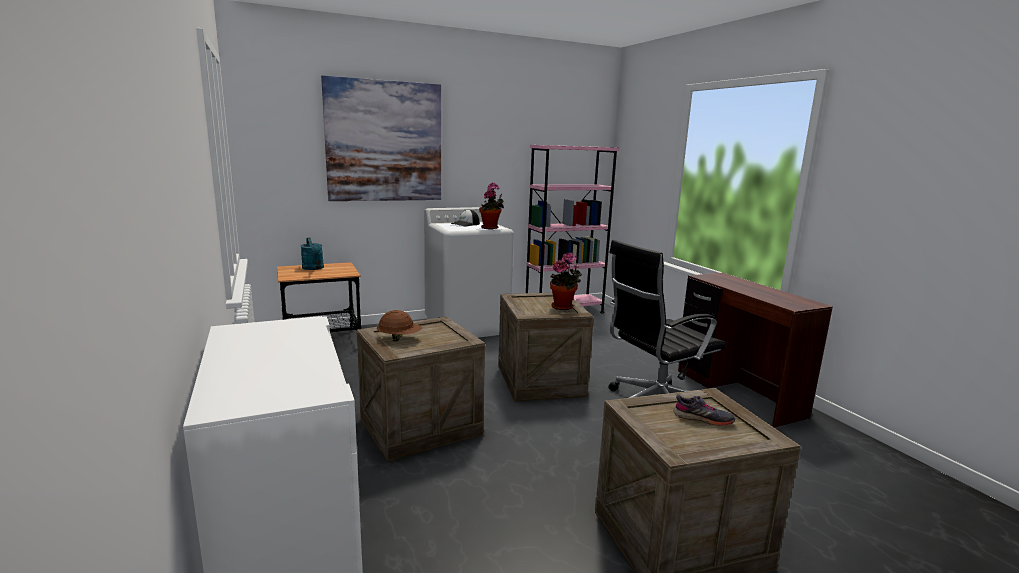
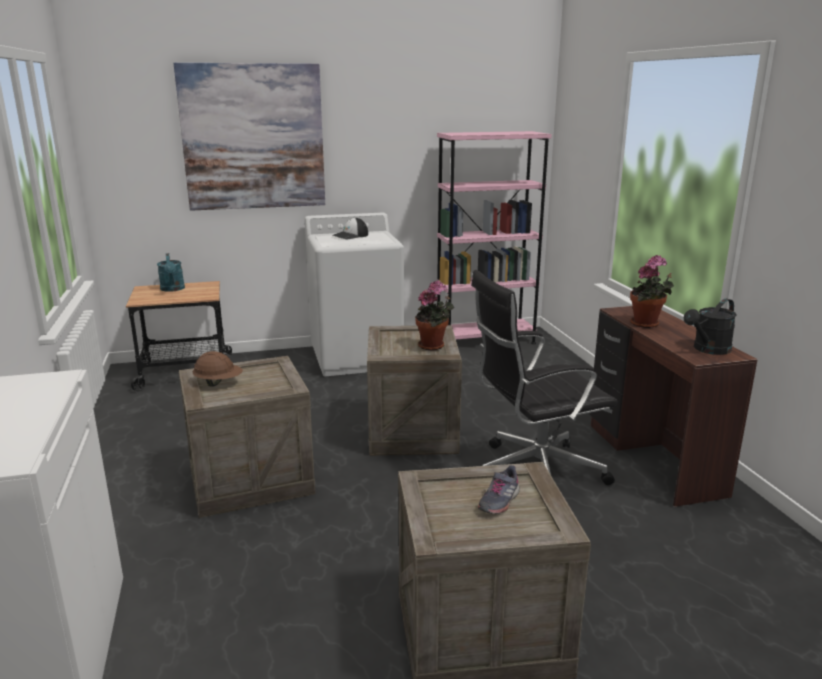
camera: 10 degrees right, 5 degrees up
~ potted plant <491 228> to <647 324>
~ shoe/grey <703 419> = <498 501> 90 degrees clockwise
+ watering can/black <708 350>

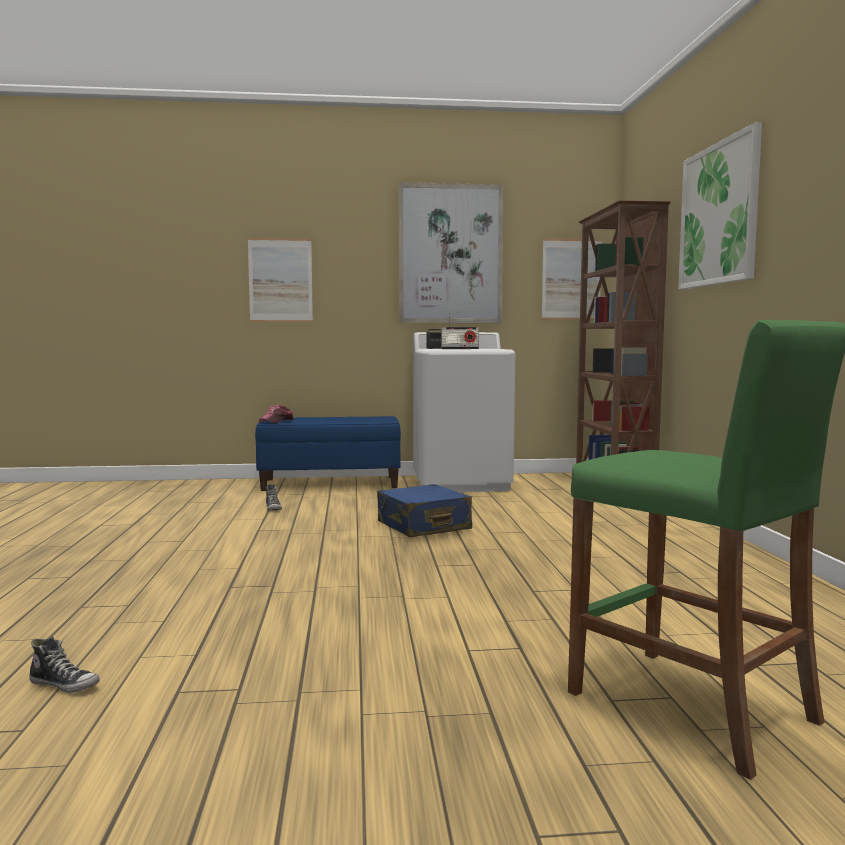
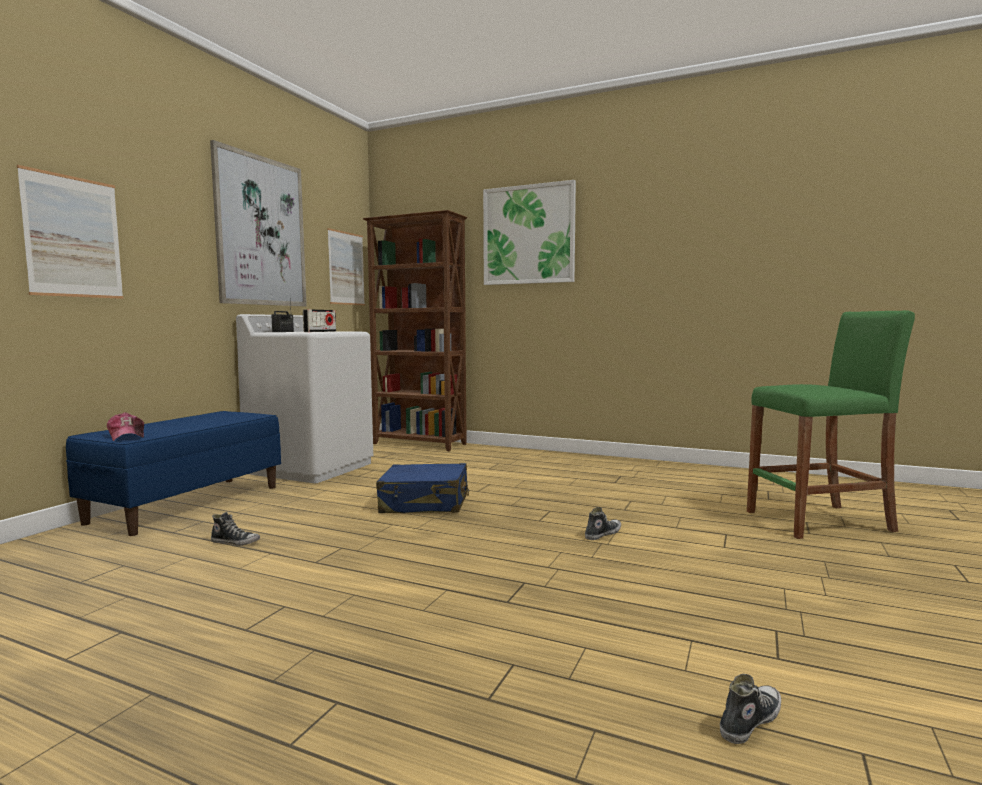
camera: 60 degrees left, 0 degrees up
+ shoe <602 534>

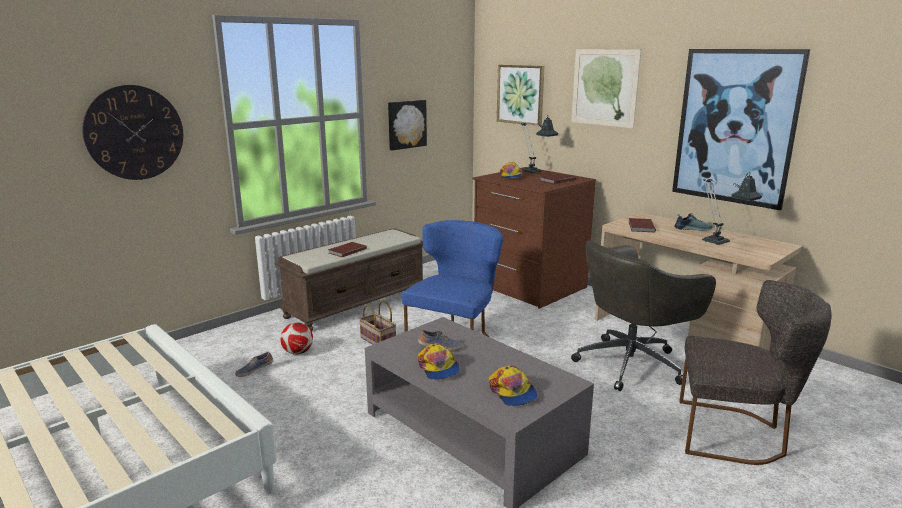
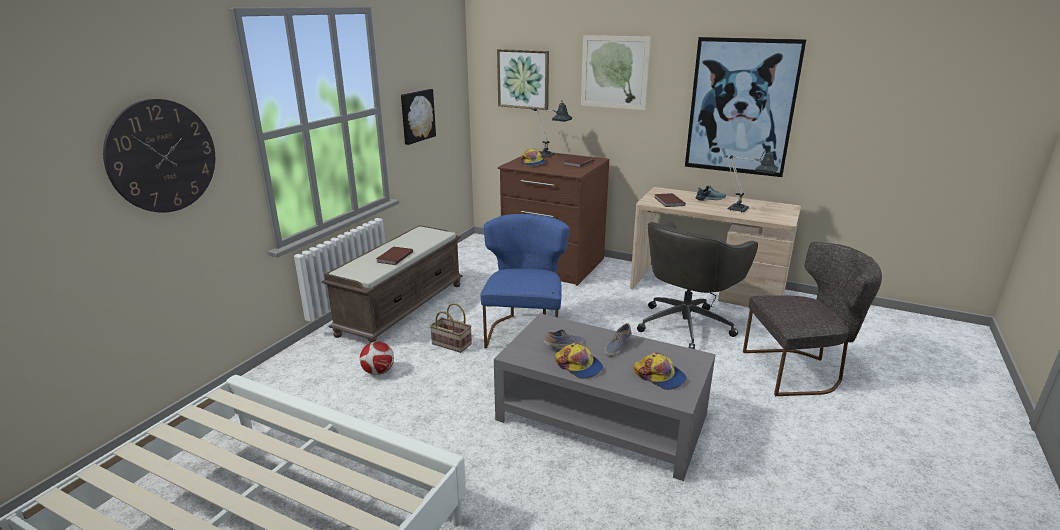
camera: 20 degrees left, 5 degrees up
~ shoe <254 370> to <617 347>

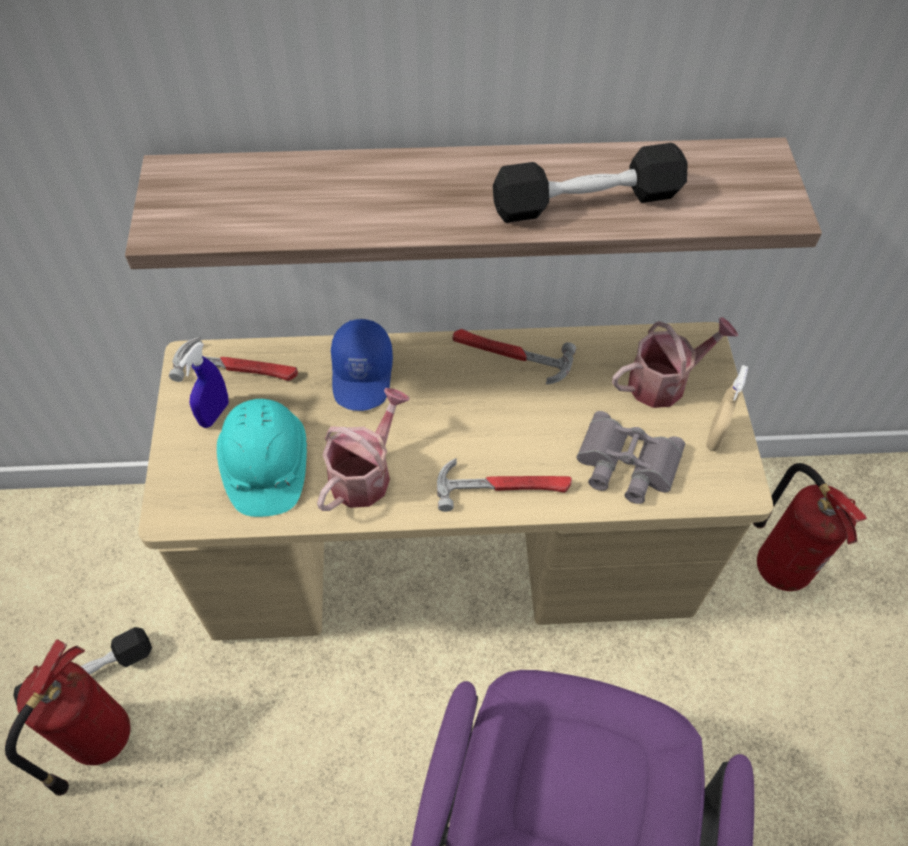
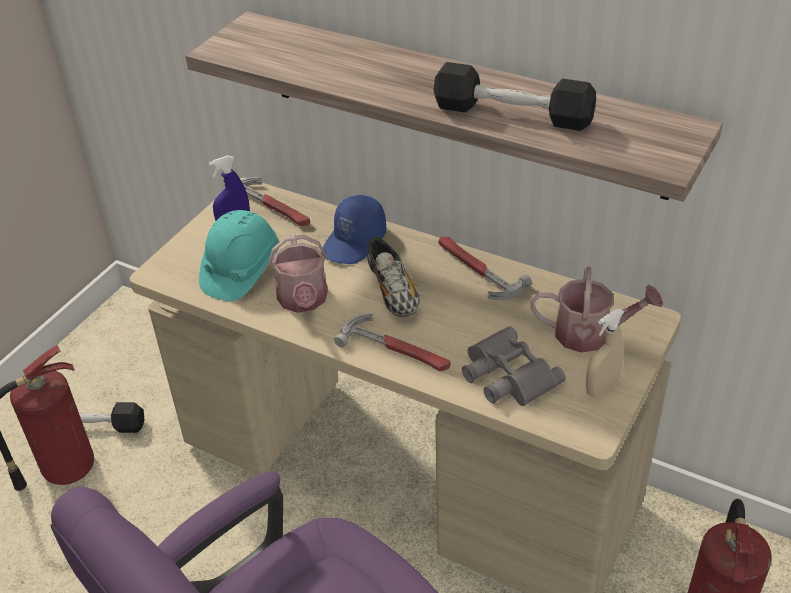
camera: 35 degrees right, 15 degrees down
~ watering can <365 473> = <303 301> 105 degrees clockwise
+ shoe <393 292>

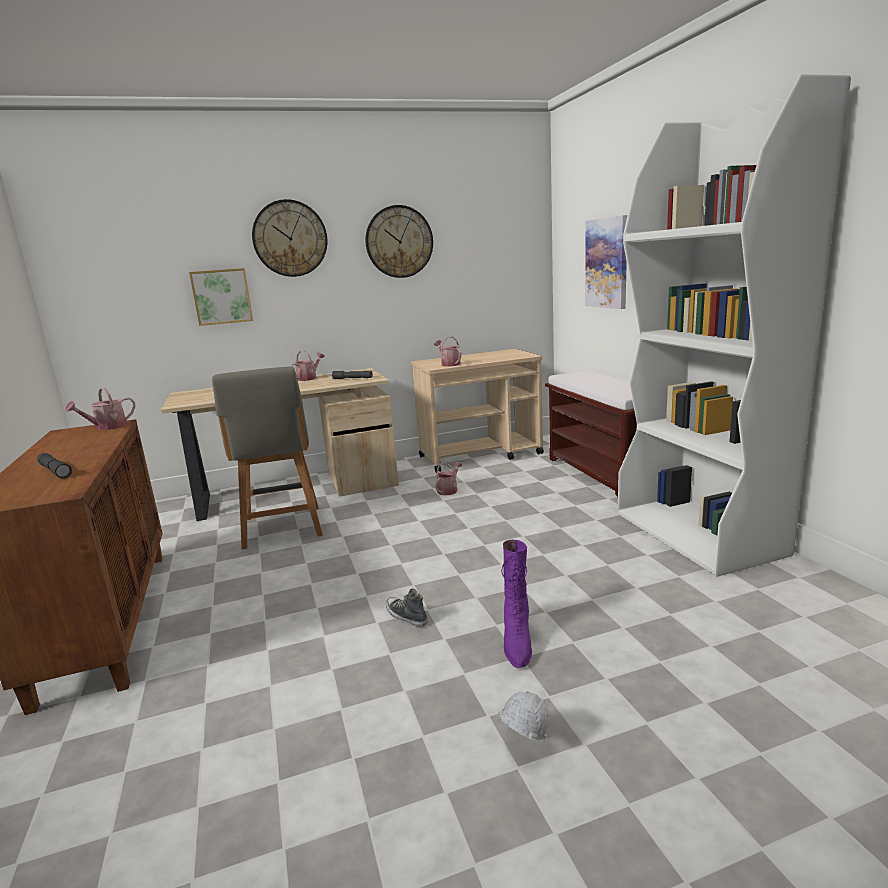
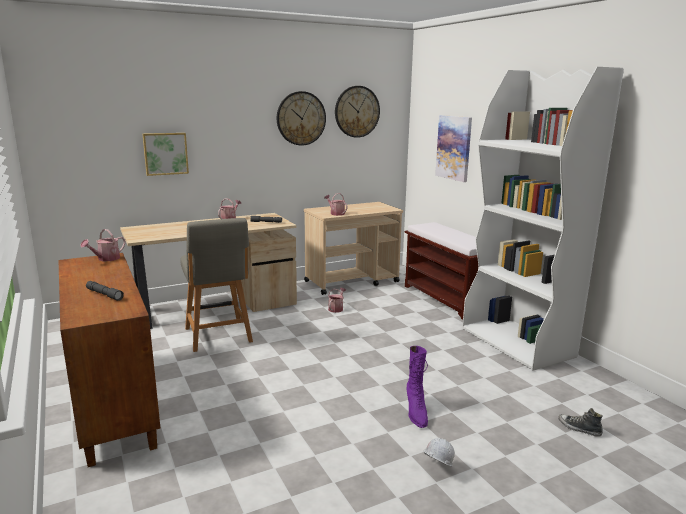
camera: 10 degrees left, 0 degrees up
~ wall clock <290 238> to <357 111>
~ shoe <406 616> to <579 428>

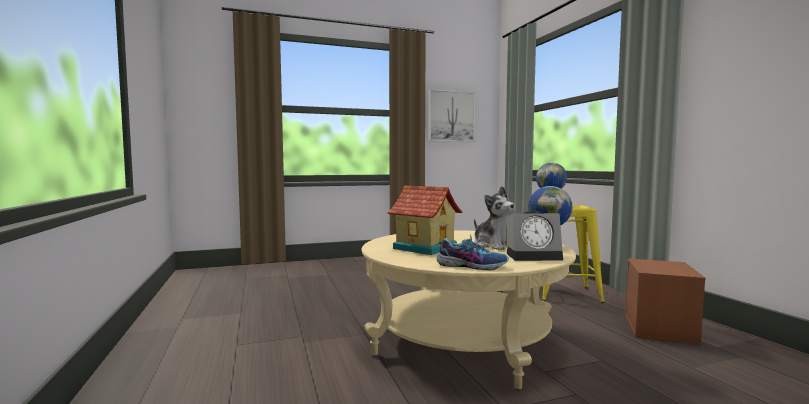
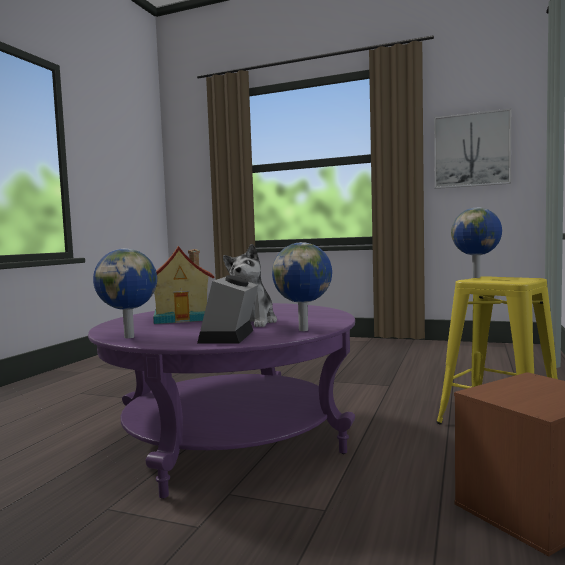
camera: 40 degrees right, 0 degrees up
~ coffee table/beige <463 341> to coffee table/purple <231 439>
~ shoe <472 266> to globe <130 337>
~ alarm clock <534 256> = <230 337> 60 degrees clockwise

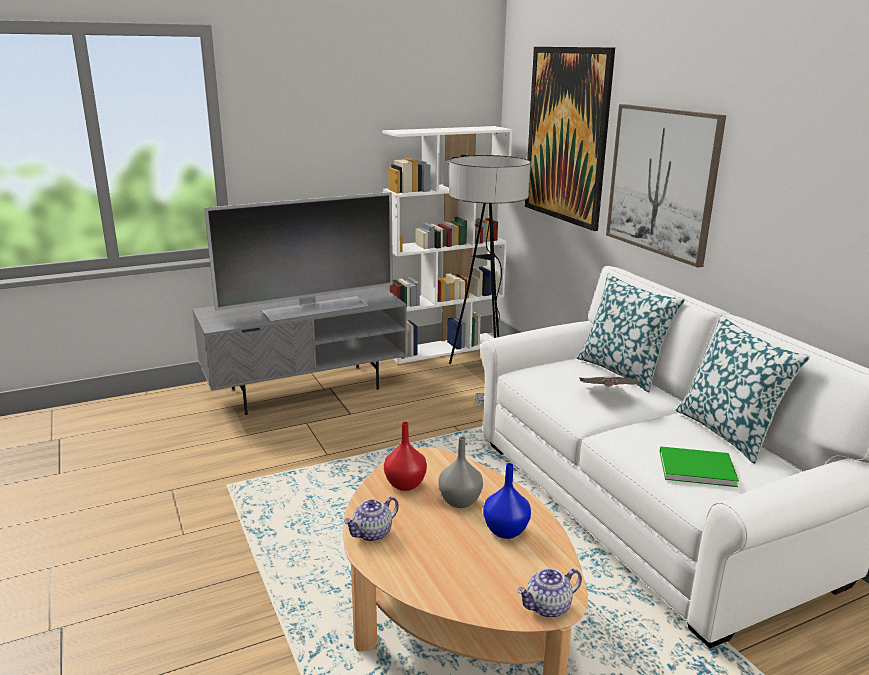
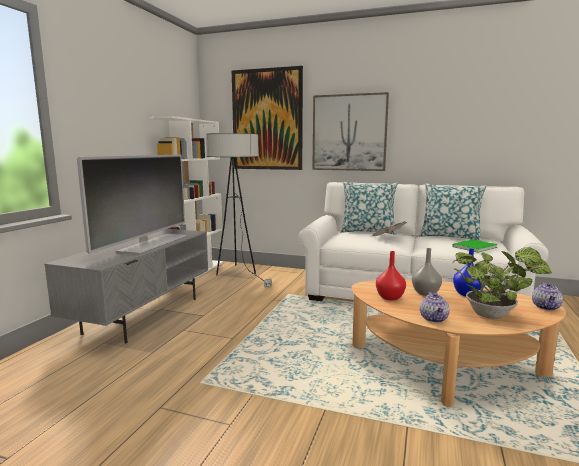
camera: 45 degrees left, 10 degrees down
+ potted plant <493 315>

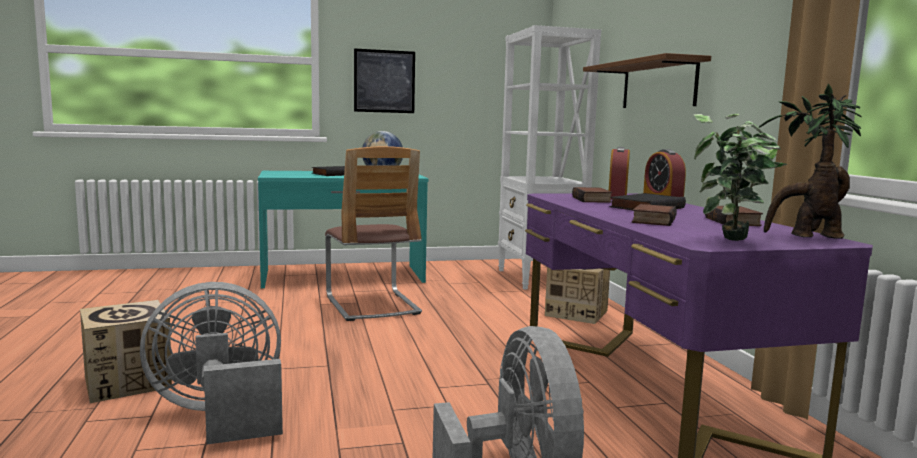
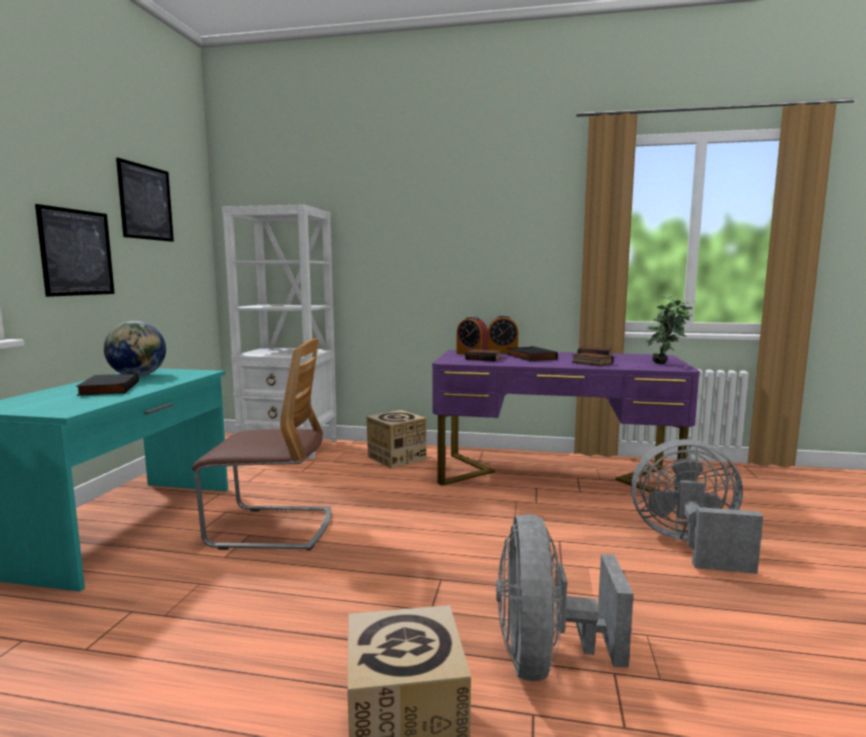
camera: 65 degrees left, 0 degrees up
- shelf/brown <658 85>
- potted plant <808 237>
+ picture <146 202>

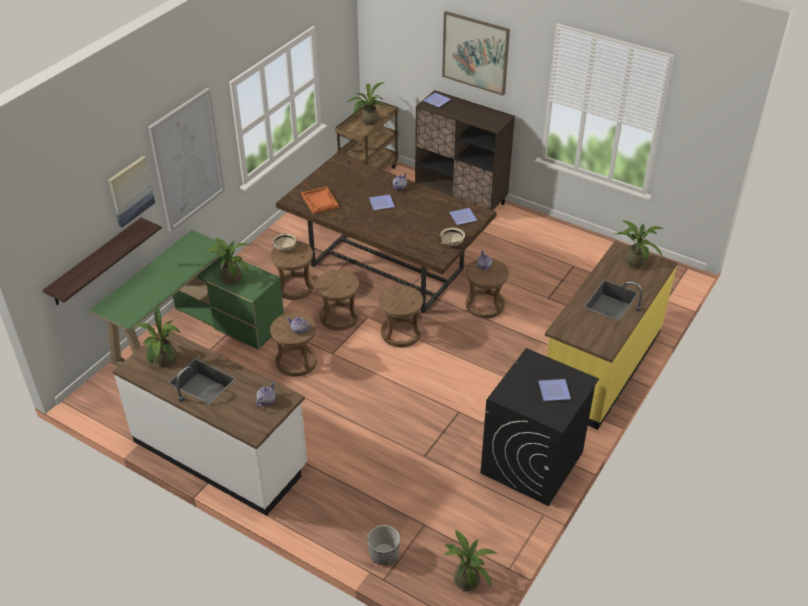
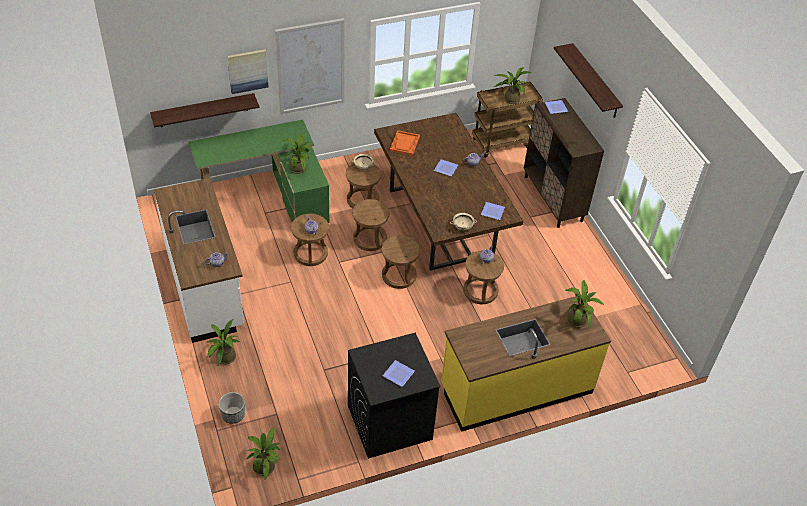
camera: 35 degrees right, 5 degrees up
~ potted plant <164 362> to <224 359>
~ picture <475 53> to shelf <595 81>

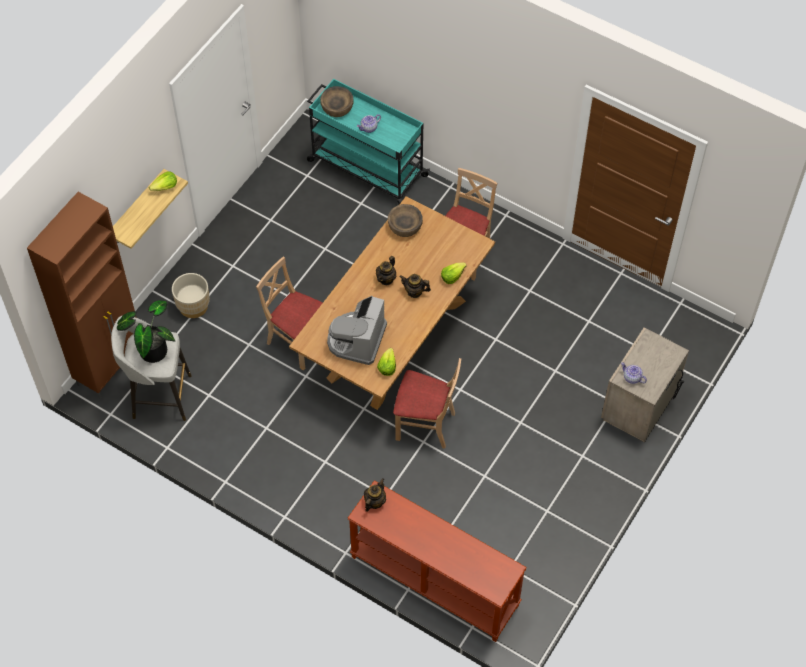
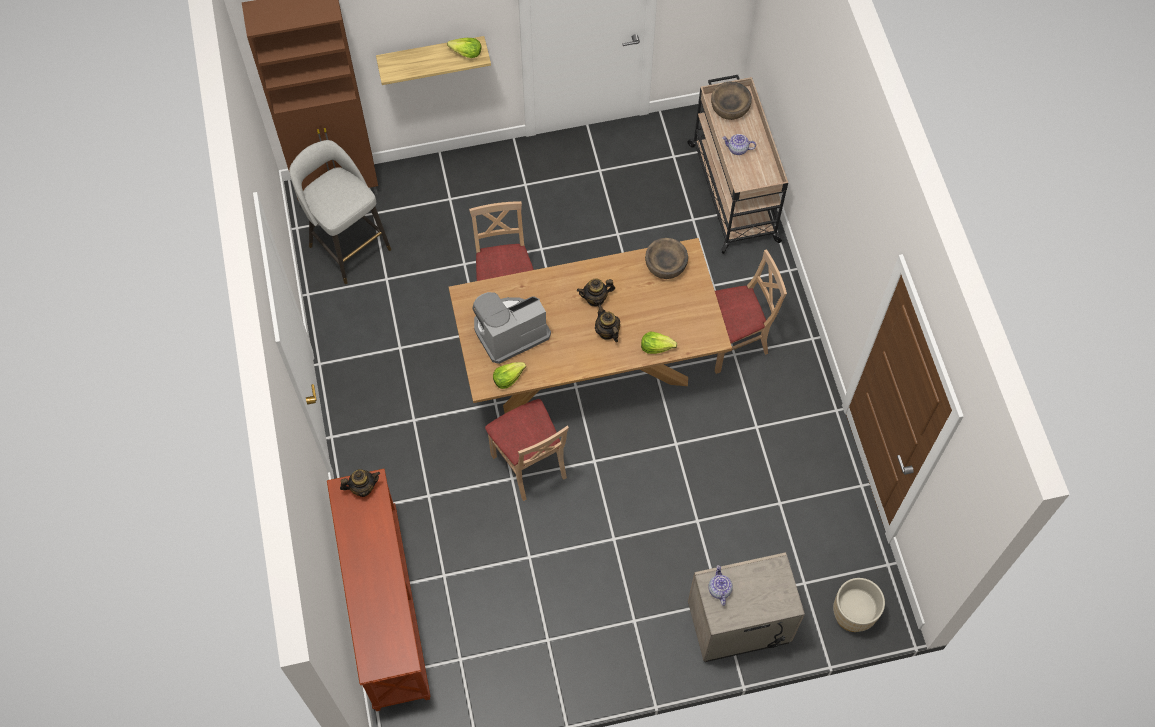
camera: 45 degrees right, 5 degrees up
- potted plant <151 349>
~ planter/beige <193 306> to <853 614>
~ cart/turquoise <366 168> to cart/beige <732 191>

